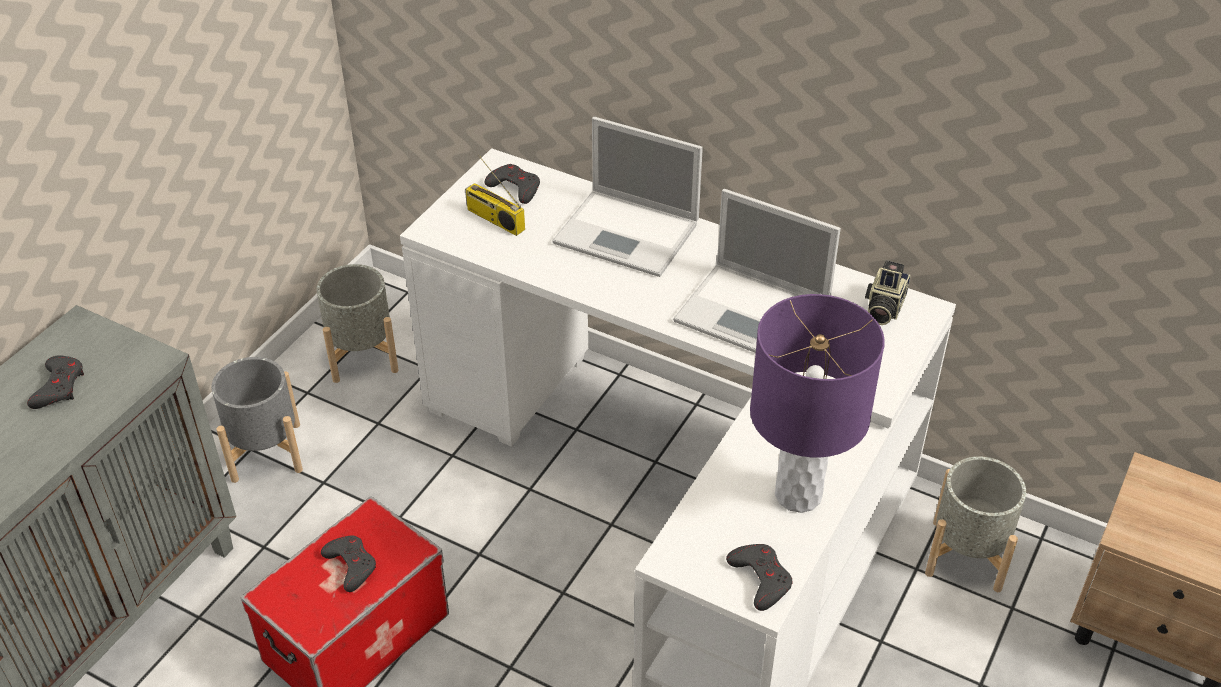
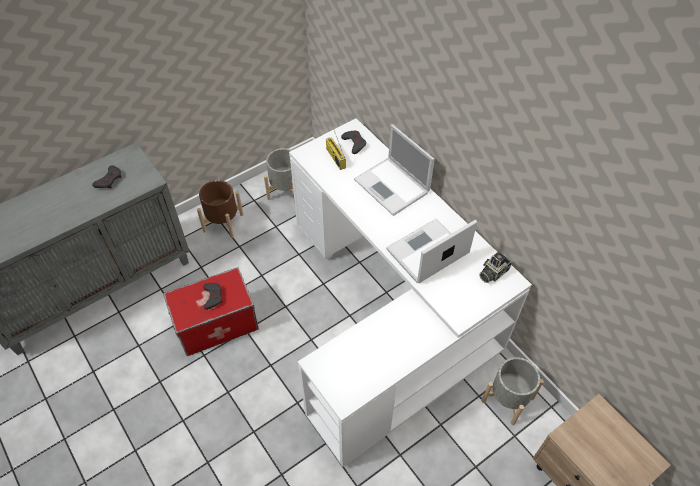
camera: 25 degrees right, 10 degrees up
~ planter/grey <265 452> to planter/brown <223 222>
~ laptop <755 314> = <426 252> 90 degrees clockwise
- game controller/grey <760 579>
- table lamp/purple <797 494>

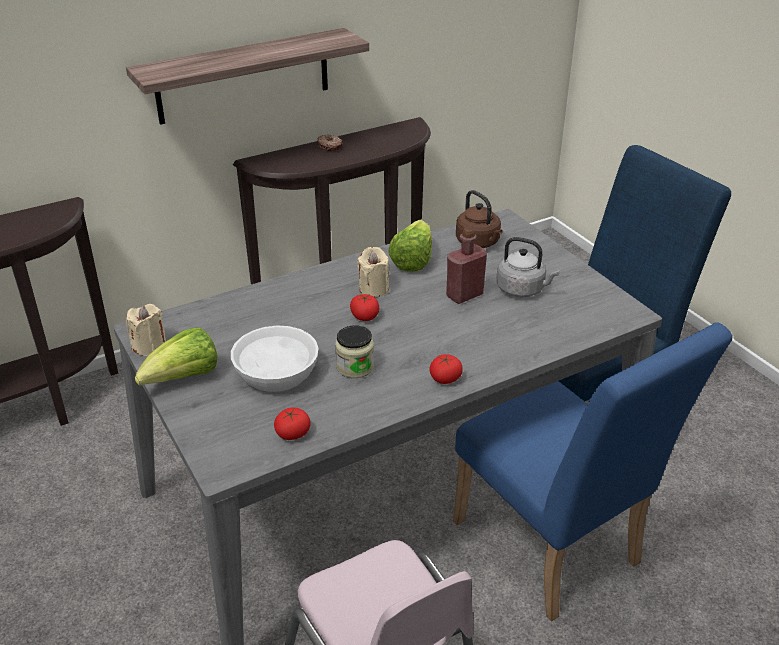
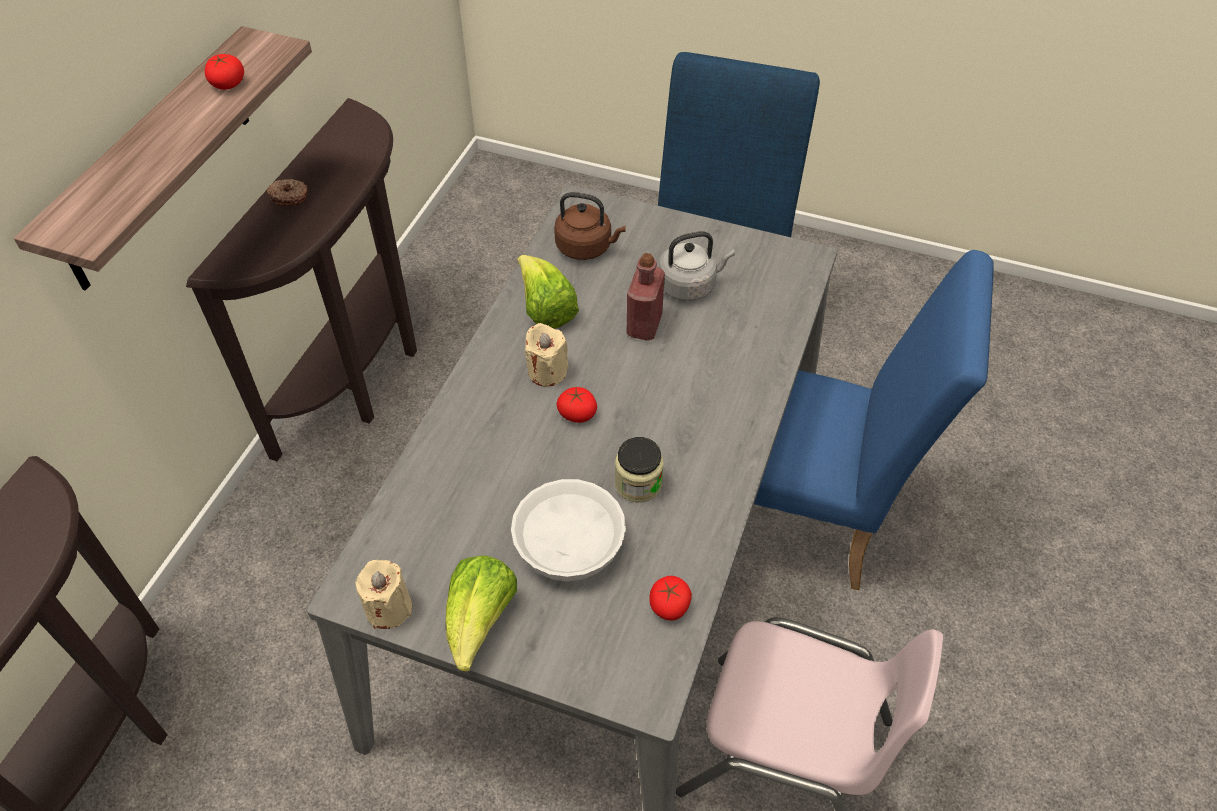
camera: 40 degrees left, 15 degrees up
~ tomato <445 378> to <228 84>

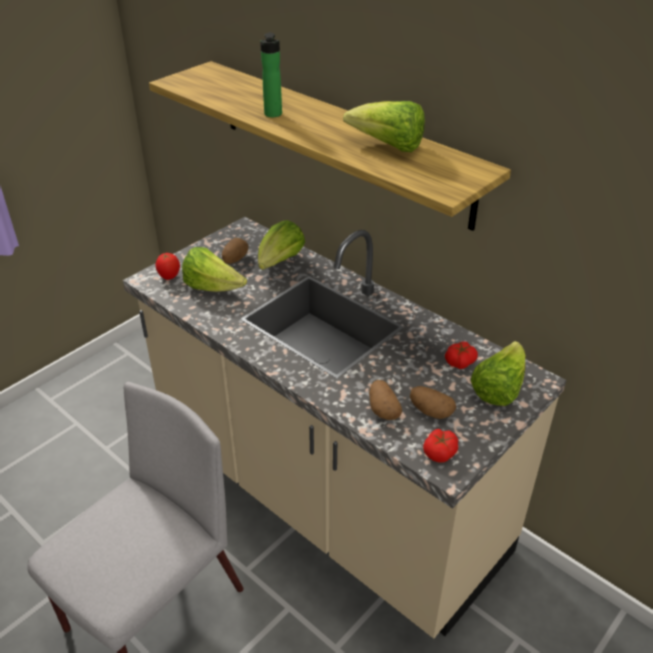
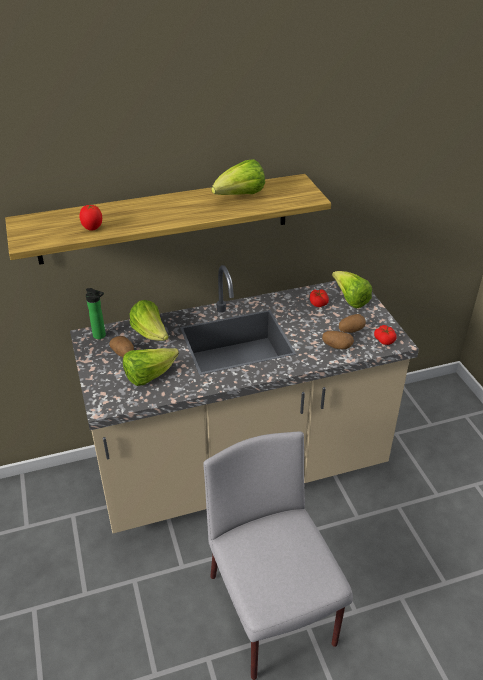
camera: 60 degrees left, 0 degrees up
~ tomato <169 277> to <92 228>
~ bottle <273 115> to <101 336>

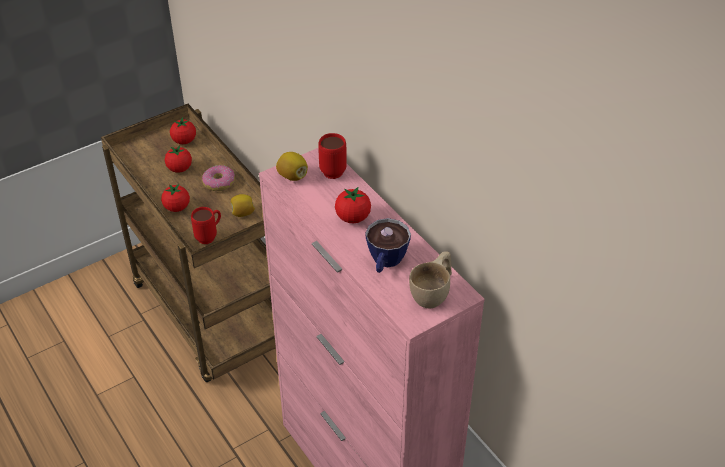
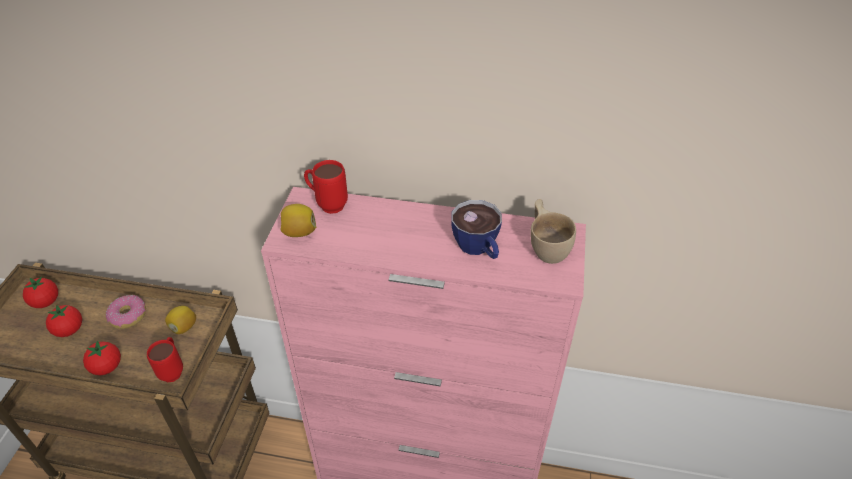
camera: 45 degrees left, 0 degrees up
- tomato <353 217>

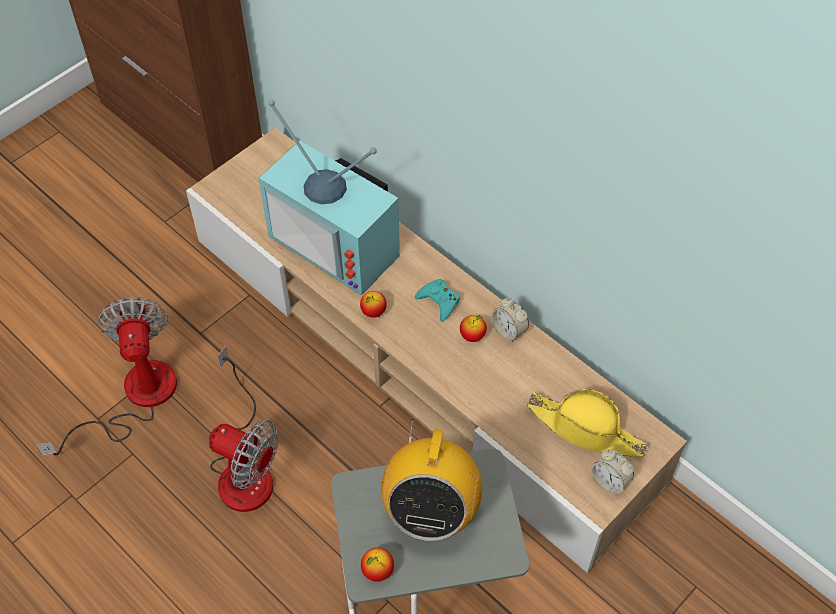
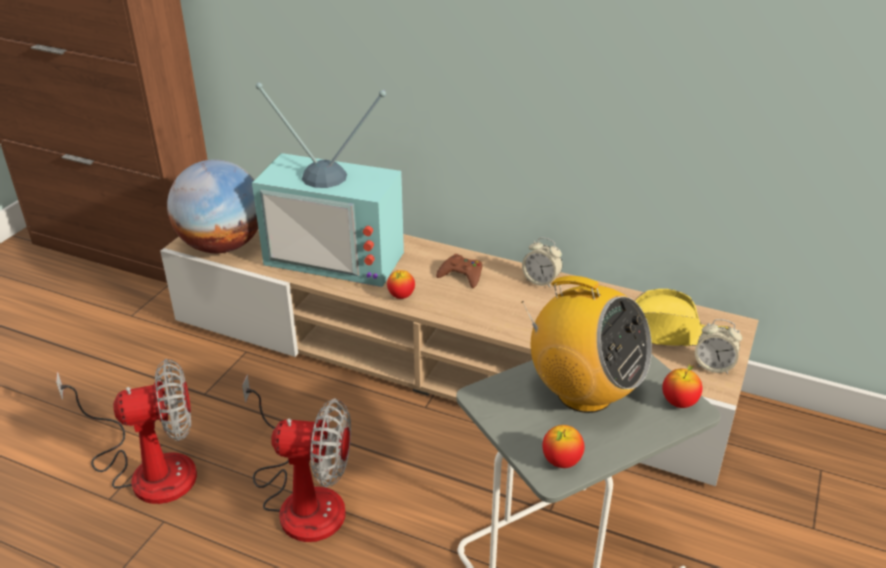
camera: 20 degrees left, 20 degrees down
~ fan <135 398> = <148 468> 105 degrees clockwise
~ radio <431 510> = <583 393> 45 degrees counterclockwise
~ game controller/turquoise <439 301> to game controller/brown <461 275>
~ apple <472 336> to <679 402>
+ globe <222 245>

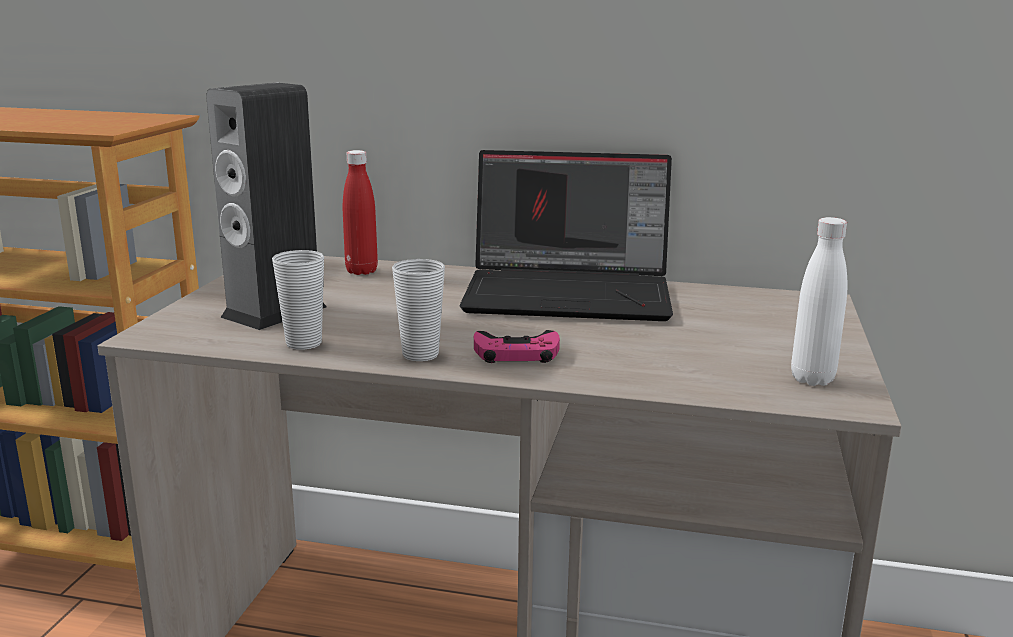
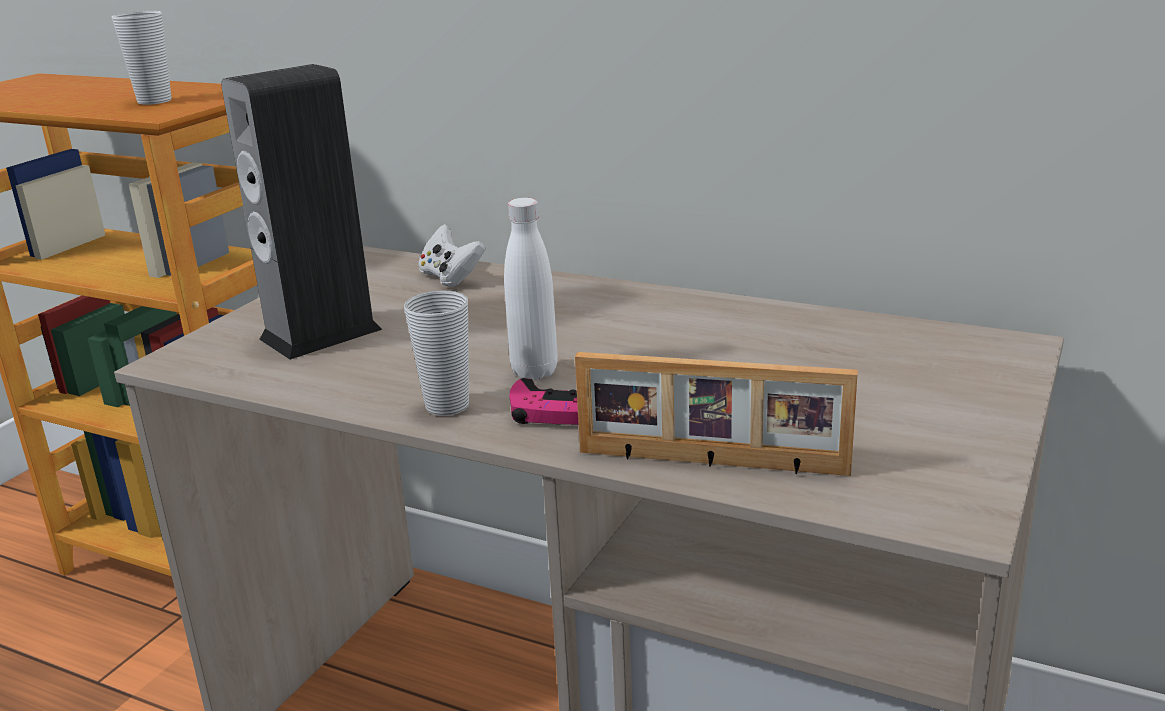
camera: 15 degrees right, 5 degrees up
~ cup <304 343> to <154 101>
~ bottle/red <361 271> to game controller/white <451 278>
- laptop <571 292>
~ bottle/white <812 379> to <534 372>
+ picture frame <711 463>

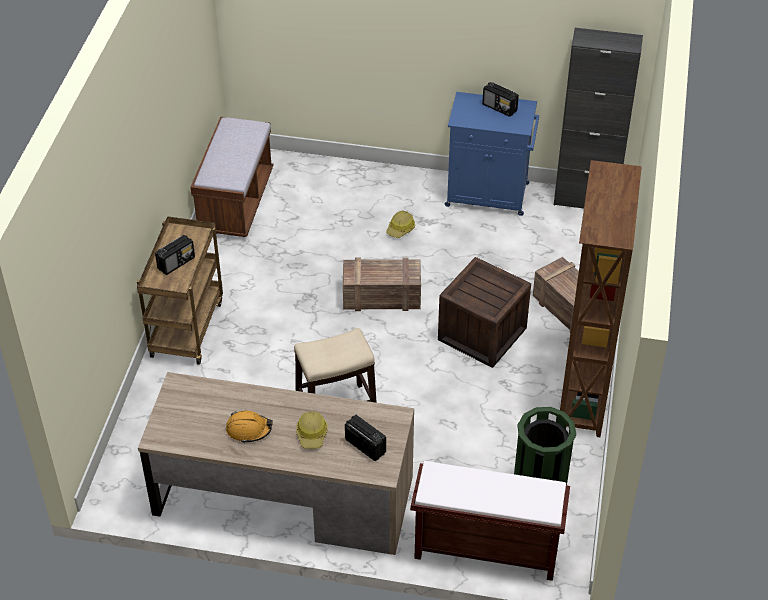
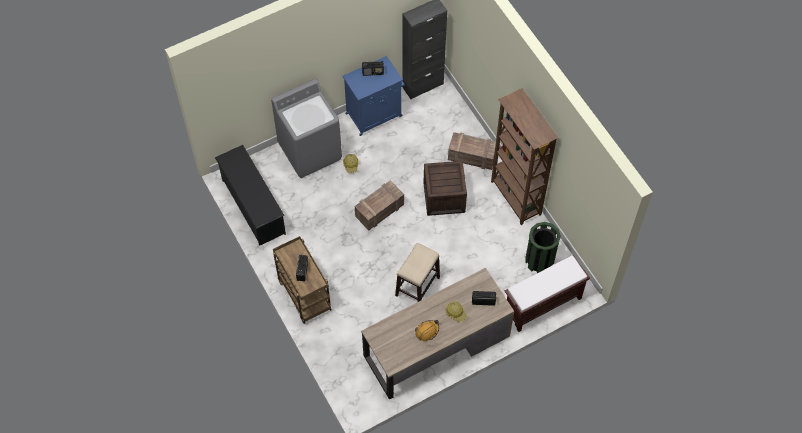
camera: 40 degrees left, 15 degrees up
~ bench/brown <235 202> to shoe rack/black <253 206>
+ washing machine/grey <310 151>

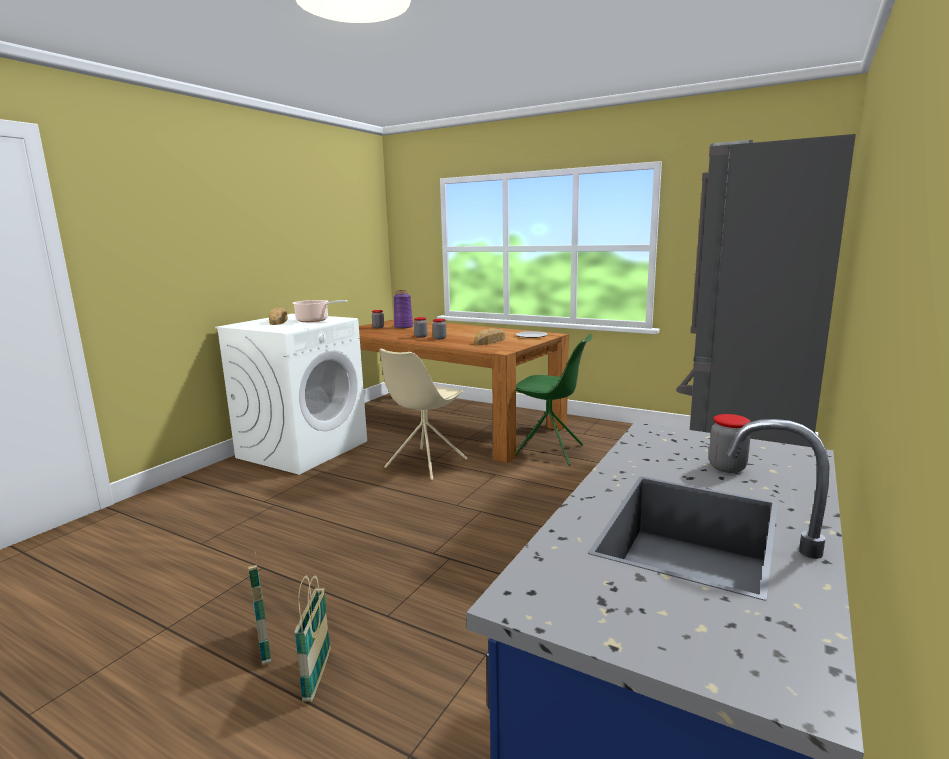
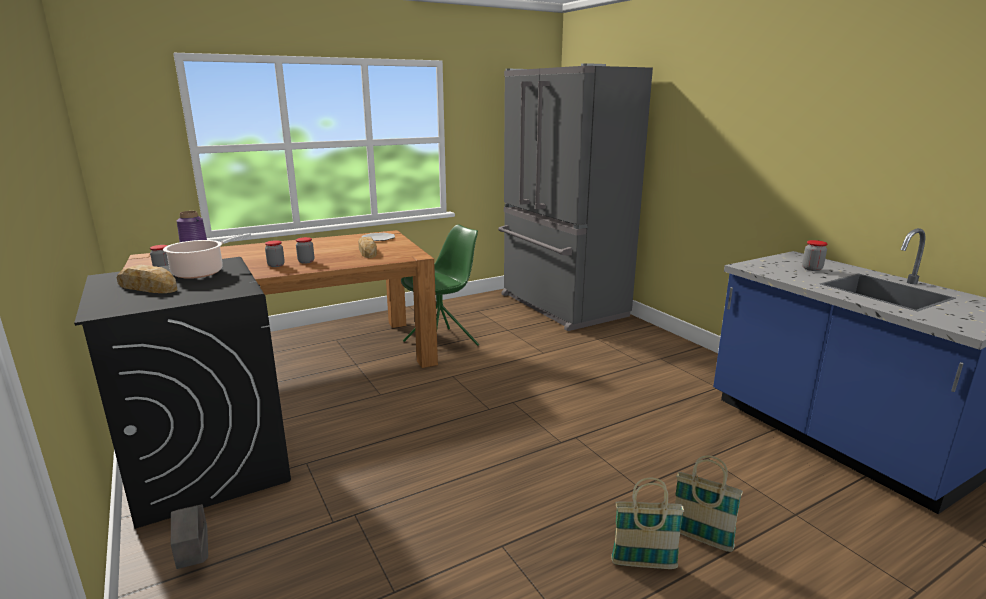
camera: 60 degrees left, 5 degrees up
~ washing machine/white <303 449> to washing machine/black <208 463>
- chair/beige <425 464>
+ planter/grey <195 560>

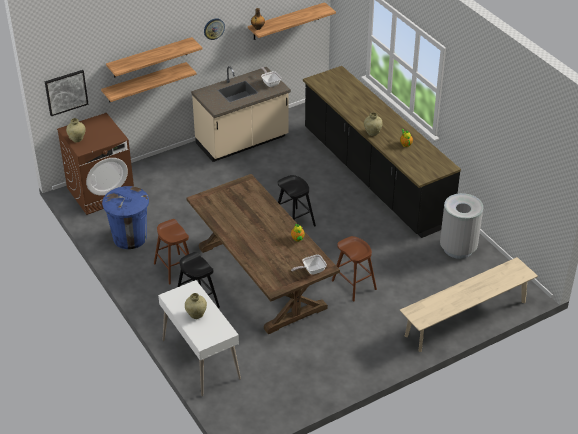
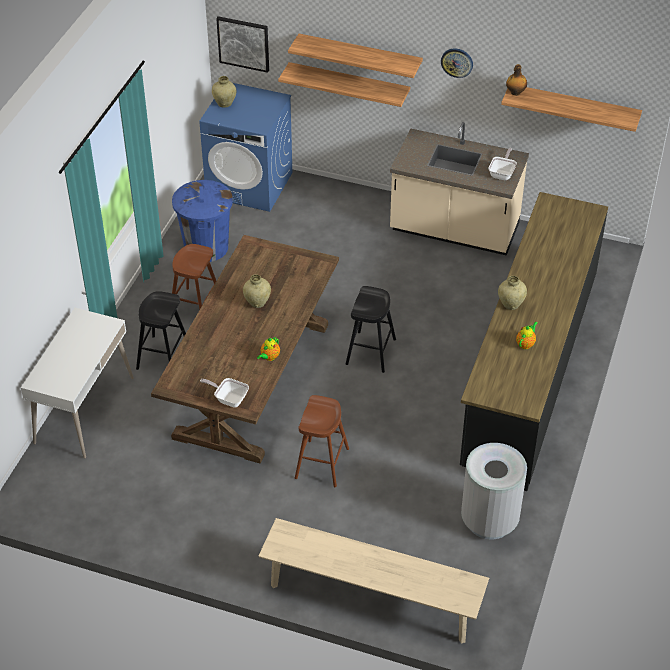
camera: 50 degrees right, 5 degrees up
~ washing machine/brown <101 192> to washing machine/blue <250 185>
~ vase/beige <196 315> to <257 303>

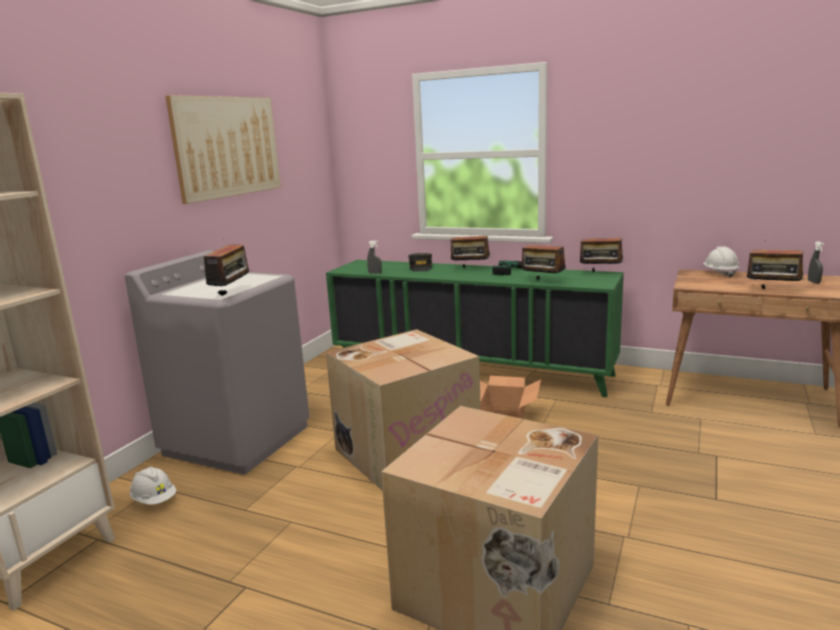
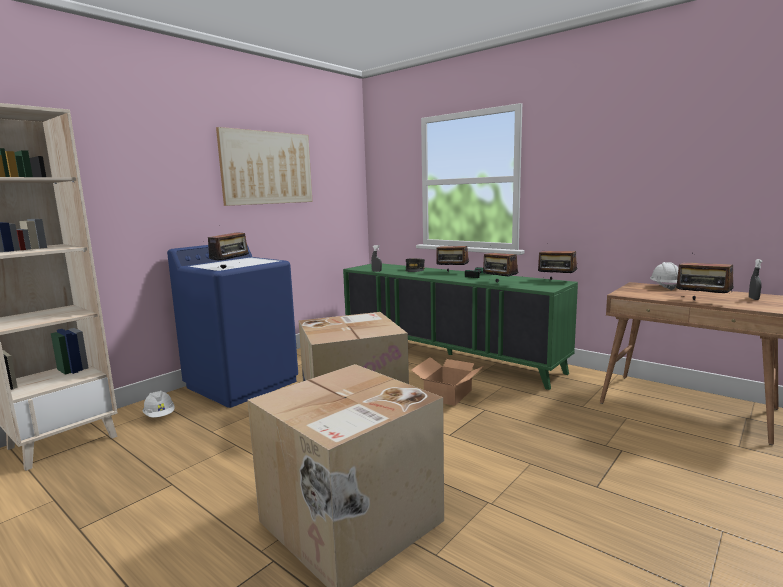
camera: 15 degrees right, 5 degrees down
~ washing machine/grey <237 439> to washing machine/blue <242 384>

